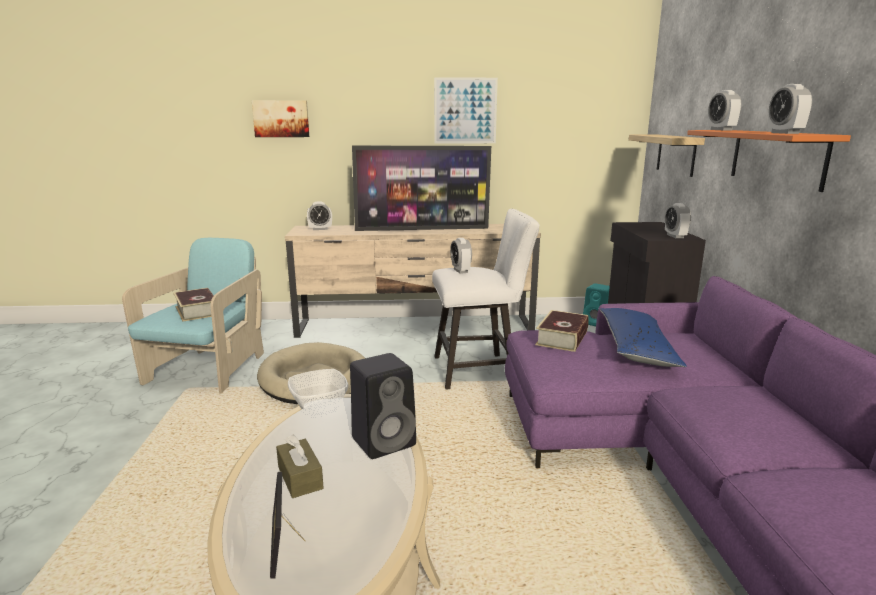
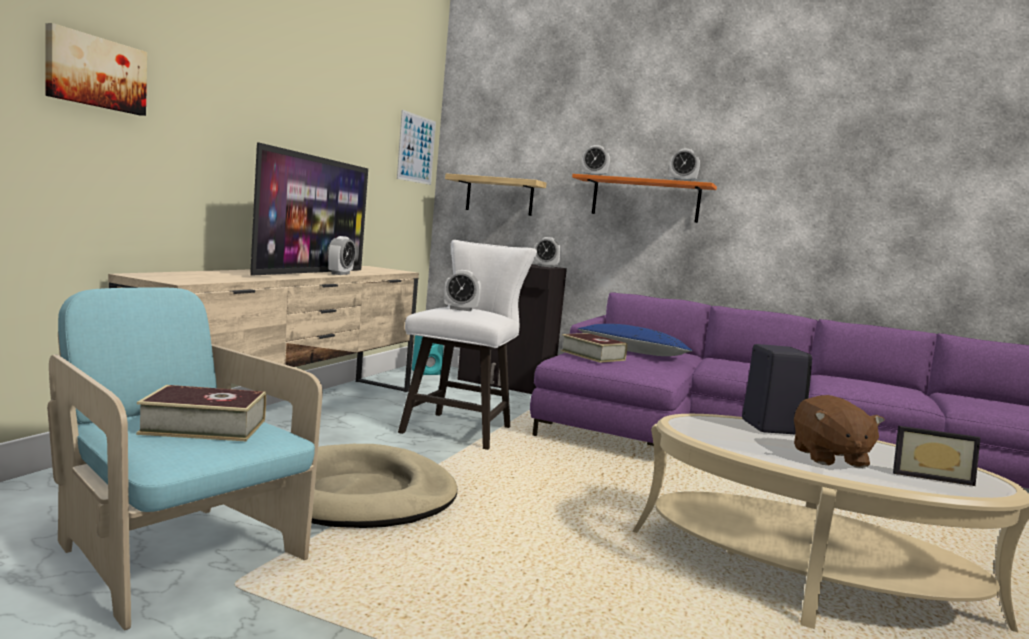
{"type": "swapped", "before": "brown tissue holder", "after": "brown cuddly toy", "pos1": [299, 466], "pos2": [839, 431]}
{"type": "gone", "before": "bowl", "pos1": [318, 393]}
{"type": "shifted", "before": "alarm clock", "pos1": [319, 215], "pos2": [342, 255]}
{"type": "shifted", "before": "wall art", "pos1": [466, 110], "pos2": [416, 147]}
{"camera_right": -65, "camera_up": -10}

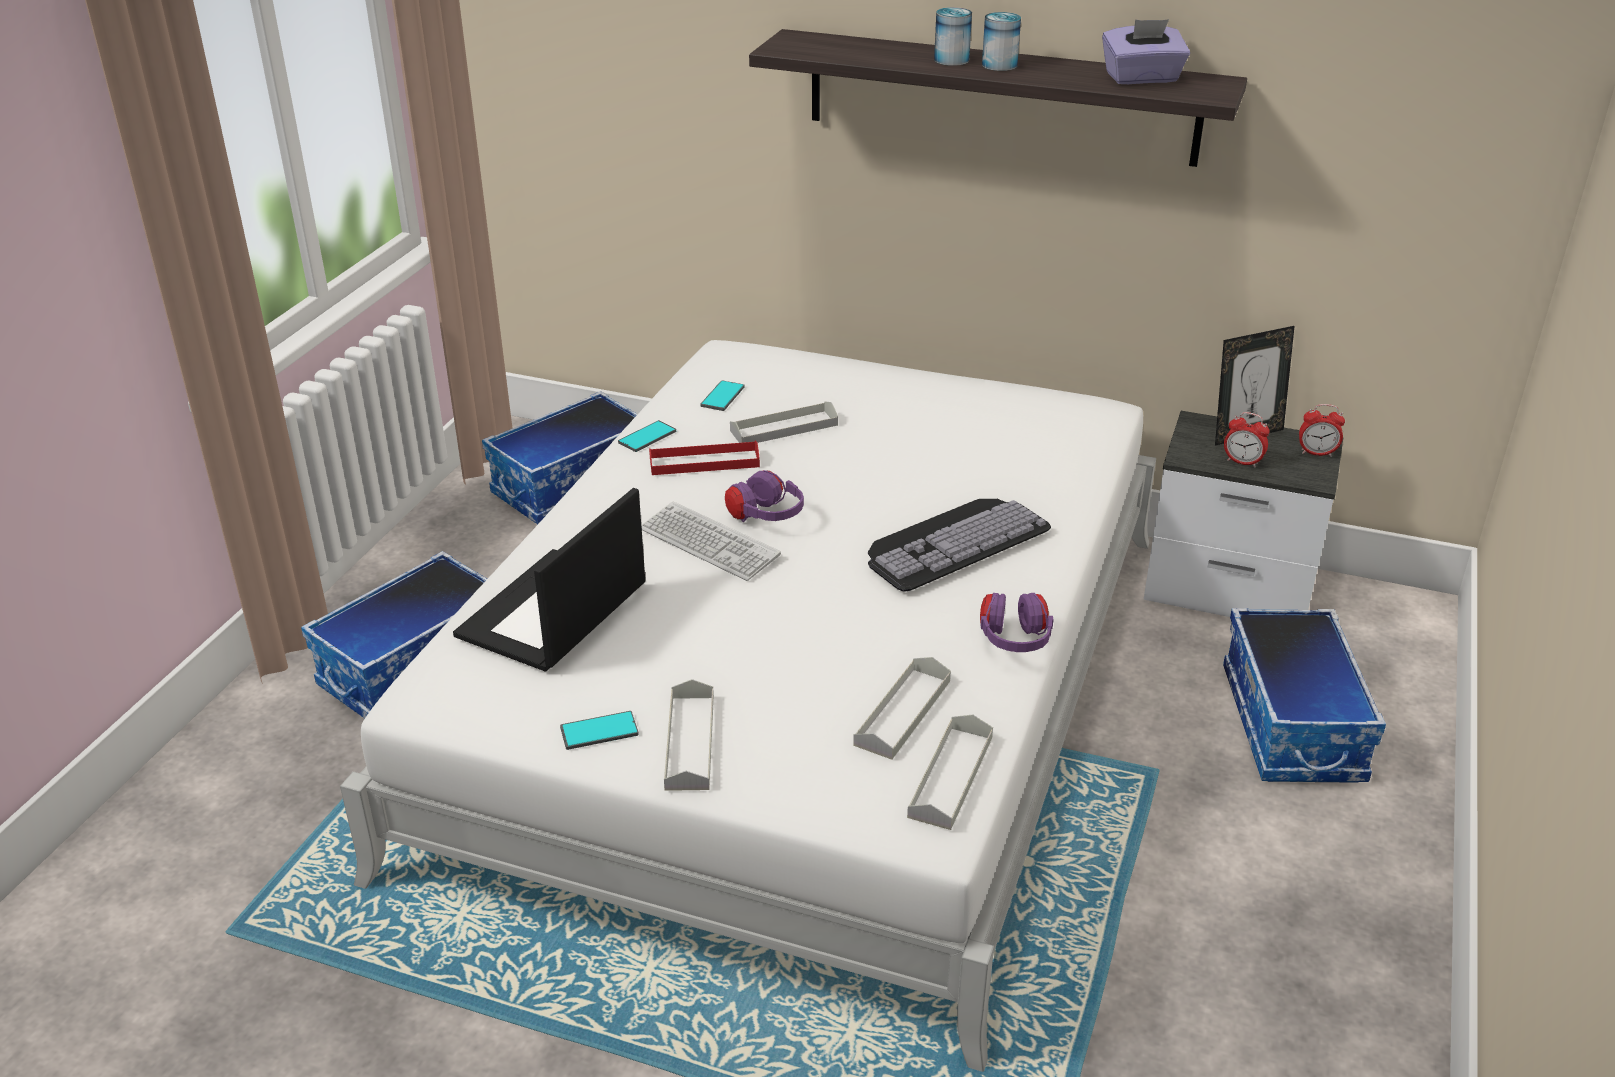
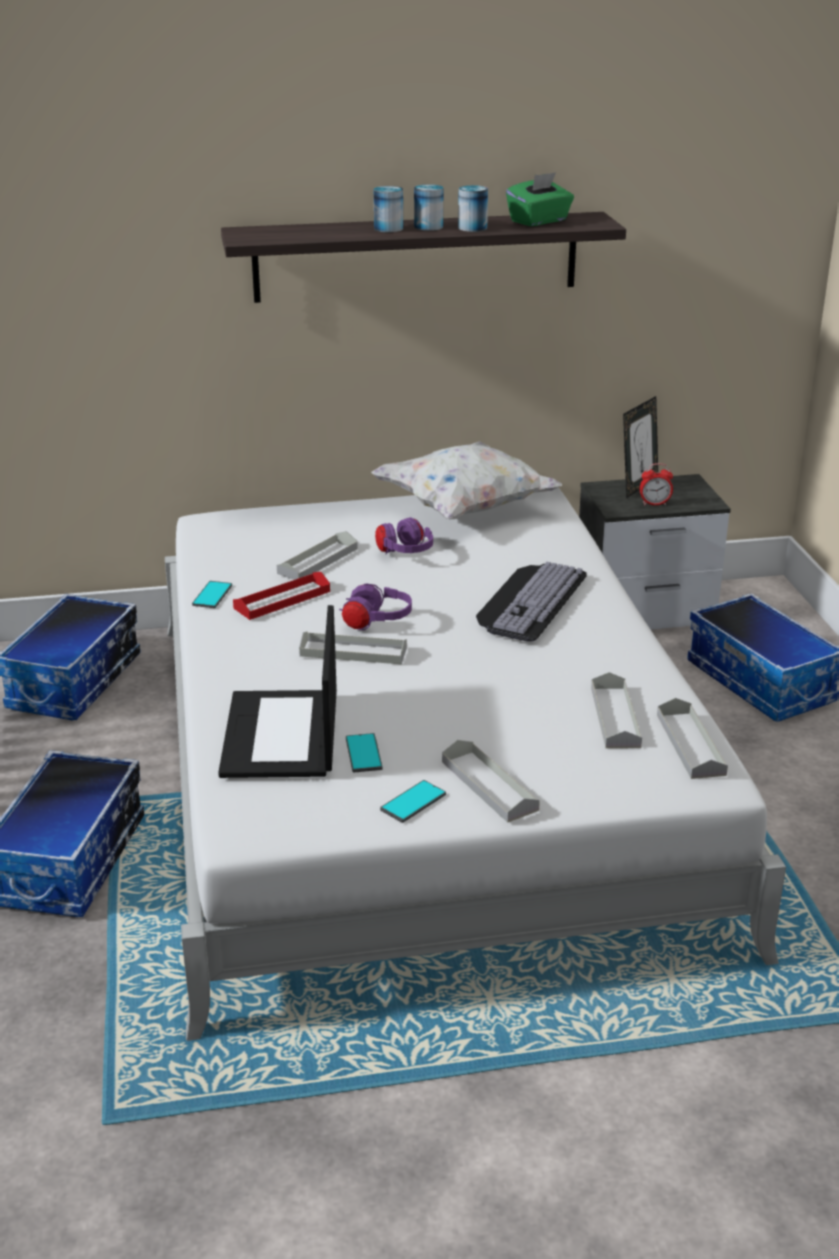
{"type": "swapped", "before": "computer keyboard", "after": "grey carrying tray", "pos1": [711, 541], "pos2": [353, 648]}
{"type": "shifted", "before": "phone", "pos1": [722, 395], "pos2": [364, 752]}
{"type": "shifted", "before": "purple headphones", "pos1": [1017, 622], "pos2": [404, 535]}
{"type": "repainted", "before": "purple tissue holder", "after": "green tissue holder", "pos1": [1146, 51], "pos2": [540, 199]}
{"type": "gone", "before": "alarm clock", "pos1": [1322, 430]}
{"type": "new", "after": "white pillow", "pos2": [466, 480]}
{"type": "new", "after": "metal can", "pos2": [473, 208]}
{"camera_right": -30, "camera_up": -5}

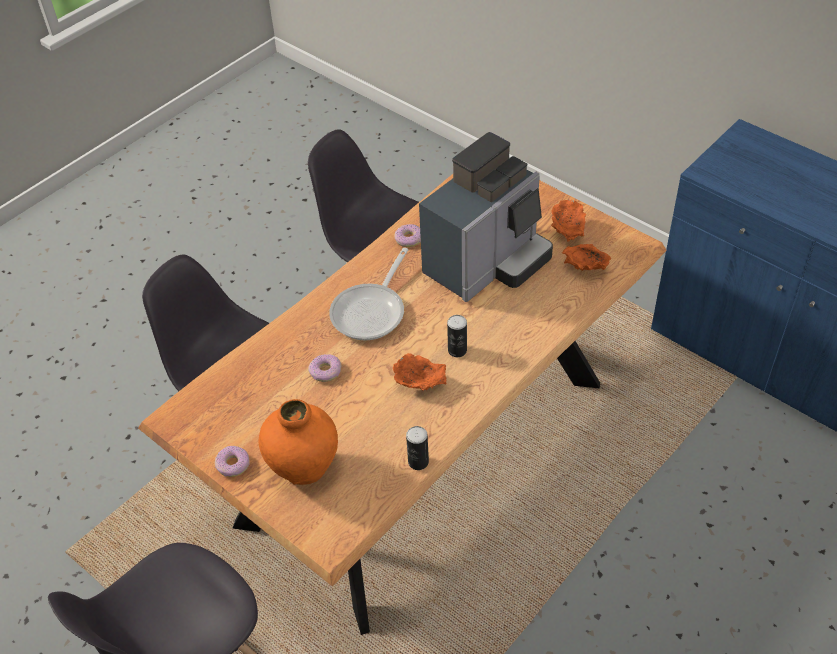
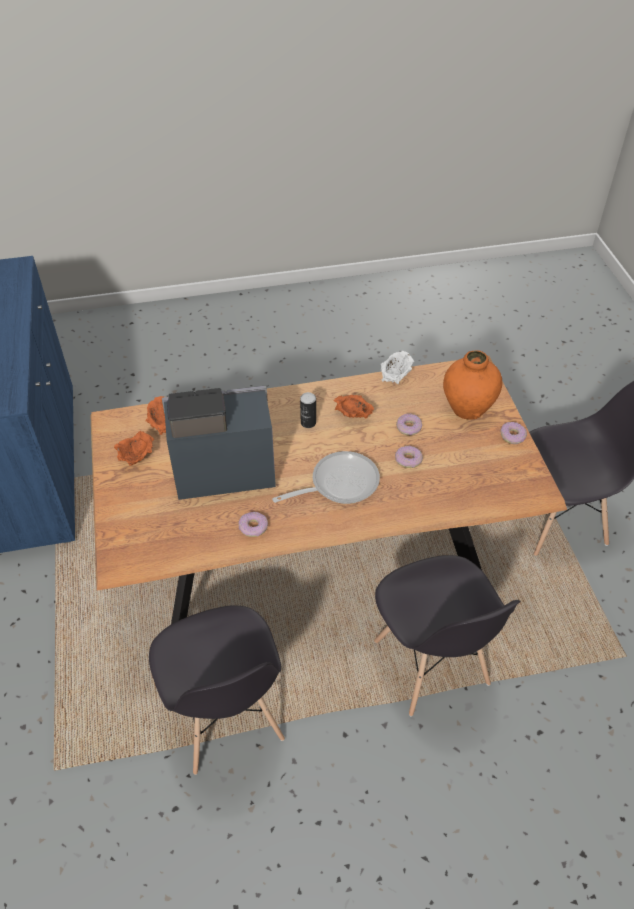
{"type": "swapped", "before": "metal can", "after": "white bowl", "pos1": [417, 448], "pos2": [397, 367]}
{"type": "new", "after": "ring doughnut", "pos2": [409, 424]}
{"camera_right": -145, "camera_up": 0}

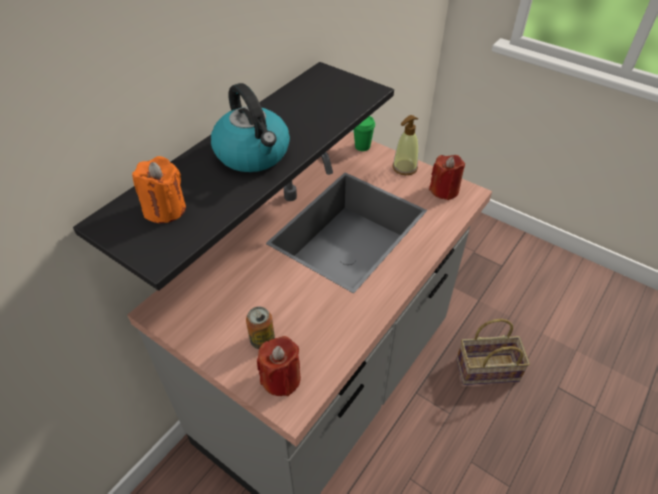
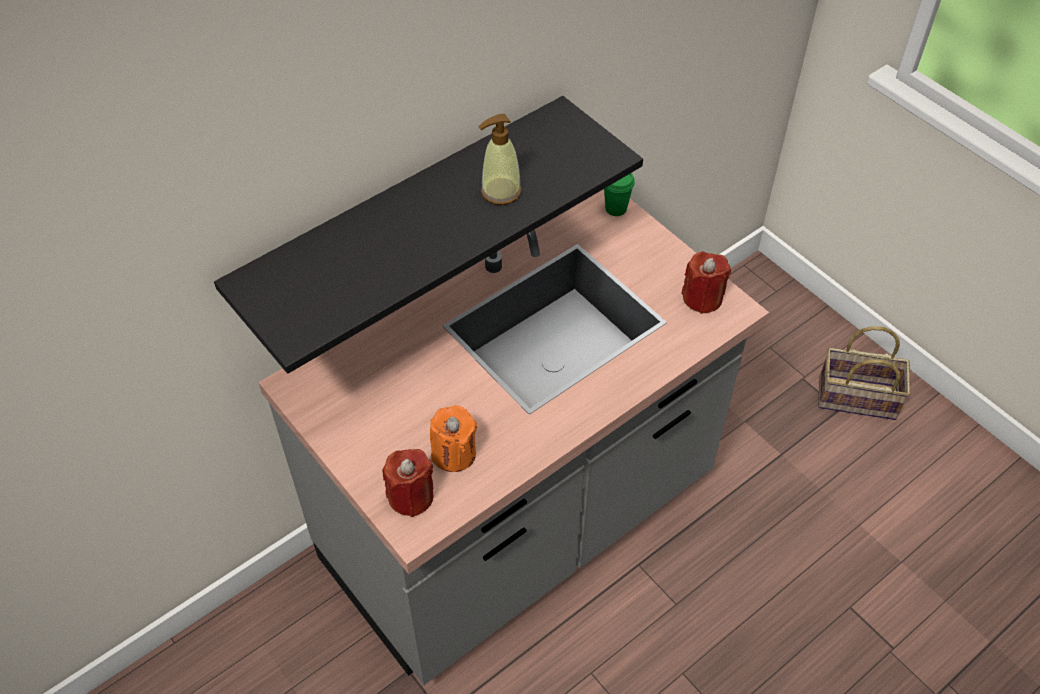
{"type": "shifted", "before": "orange candle", "pos1": [159, 189], "pos2": [453, 438]}
{"type": "gone", "before": "kettle", "pos1": [250, 127]}
{"type": "gone", "before": "metal can", "pos1": [260, 328]}
{"type": "shifted", "before": "soap dispenser", "pos1": [405, 145], "pos2": [500, 159]}
{"type": "shifted", "before": "basket", "pos1": [493, 352], "pos2": [864, 373]}
{"camera_right": 15, "camera_up": 5}

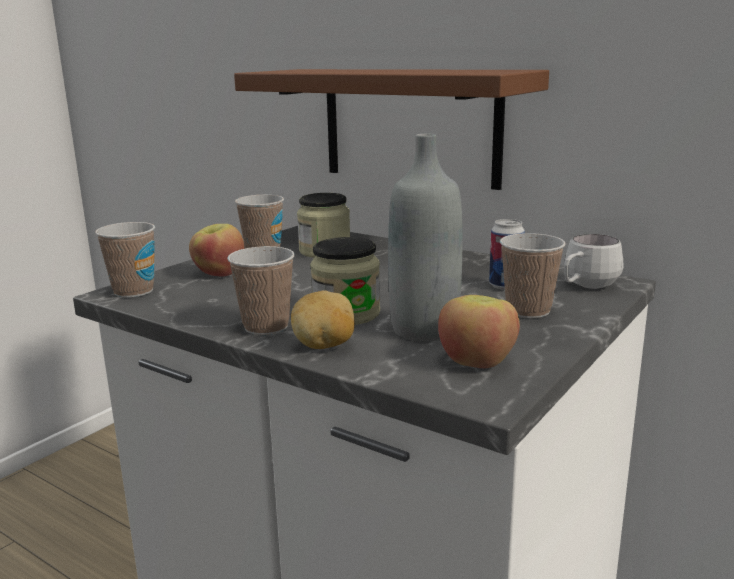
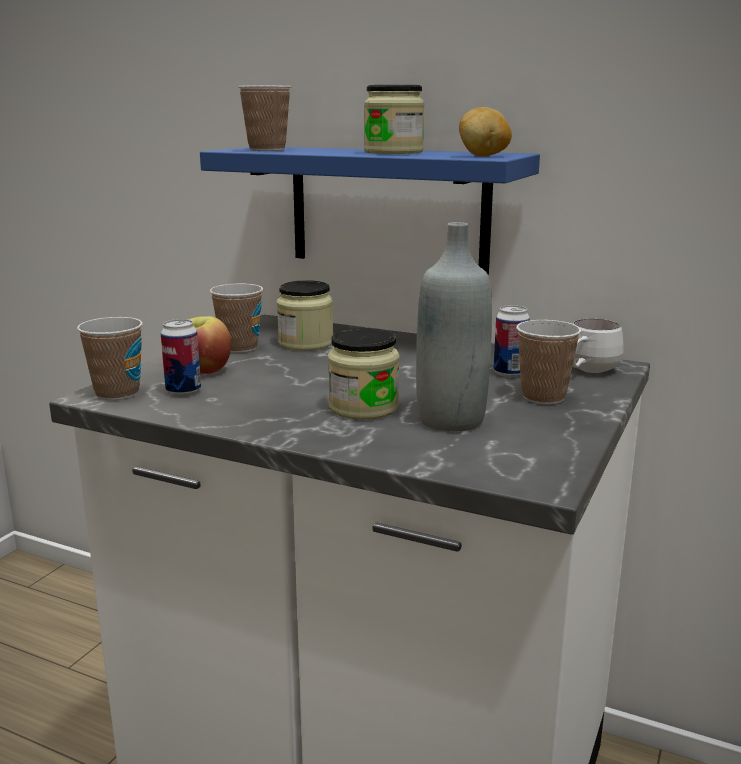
{"type": "shifted", "before": "cup", "pos1": [261, 290], "pos2": [264, 118]}
{"type": "repainted", "before": "brown wall shelf", "after": "blue-coloured wall shelf", "pos1": [391, 129], "pos2": [370, 211]}
{"type": "shifted", "before": "spud", "pos1": [323, 319], "pos2": [485, 131]}
{"type": "gone", "before": "apple", "pos1": [479, 331]}
{"type": "new", "after": "metal can", "pos2": [181, 357]}
{"type": "new", "after": "jar", "pos2": [394, 119]}
{"camera_right": -10, "camera_up": 0}

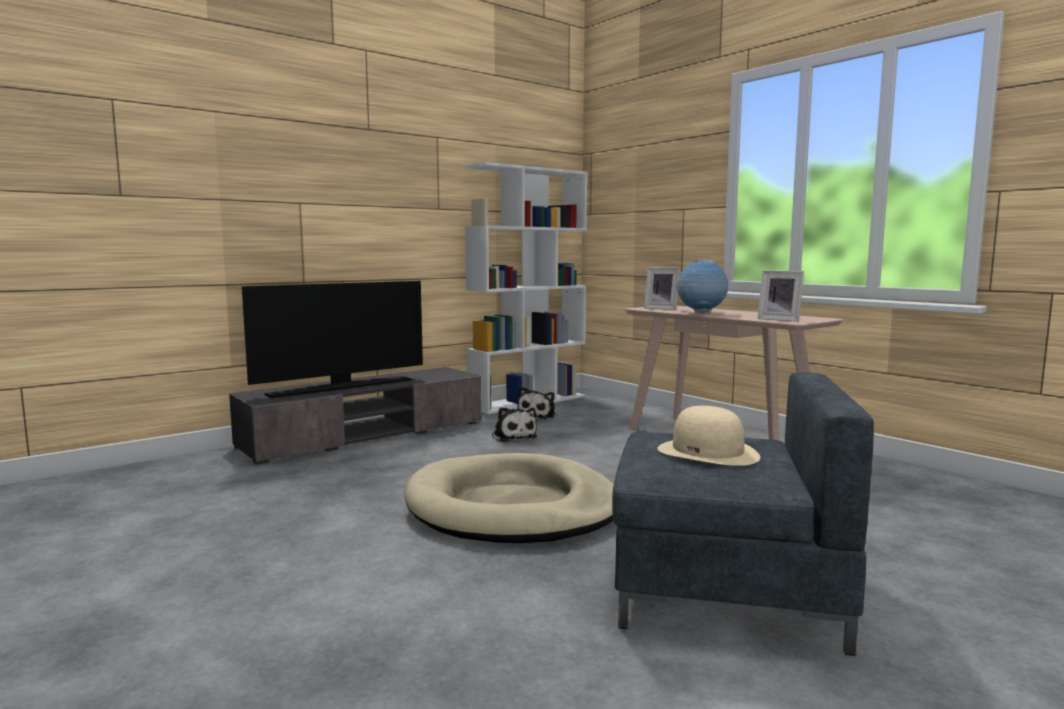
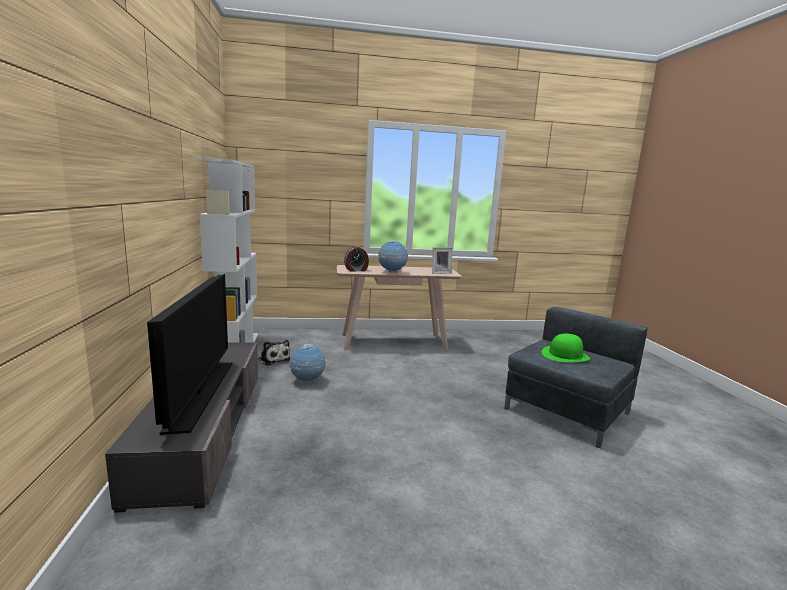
{"type": "gone", "before": "beige pet bed", "pos1": [509, 498]}
{"type": "swapped", "before": "cuddly toy", "after": "world globe", "pos1": [514, 424], "pos2": [308, 363]}
{"type": "swapped", "before": "picture frame", "after": "alarm clock", "pos1": [662, 288], "pos2": [356, 259]}
{"type": "repainted", "before": "beige hat", "after": "green hat", "pos1": [708, 436], "pos2": [566, 348]}
{"camera_right": -60, "camera_up": 5}

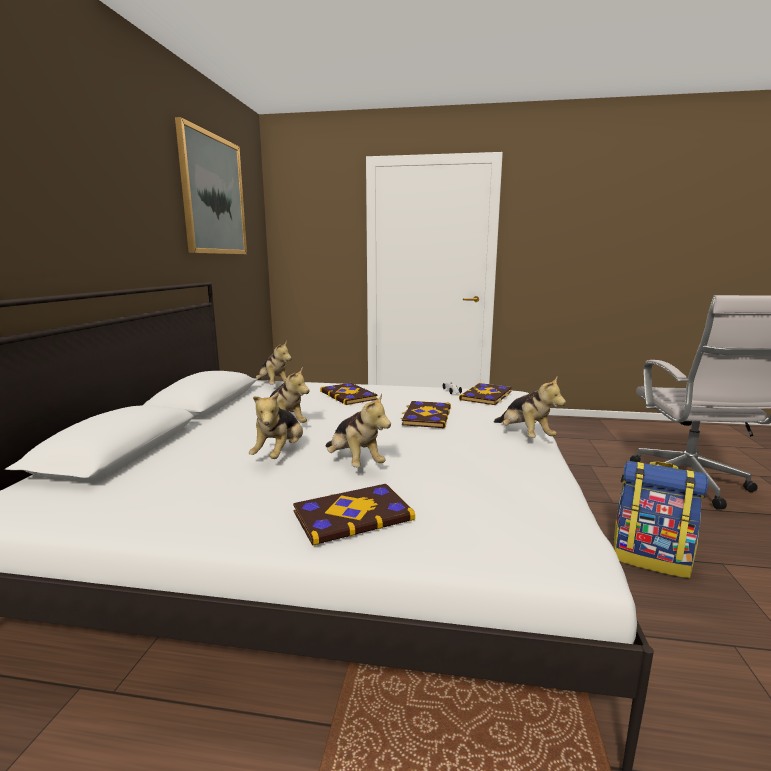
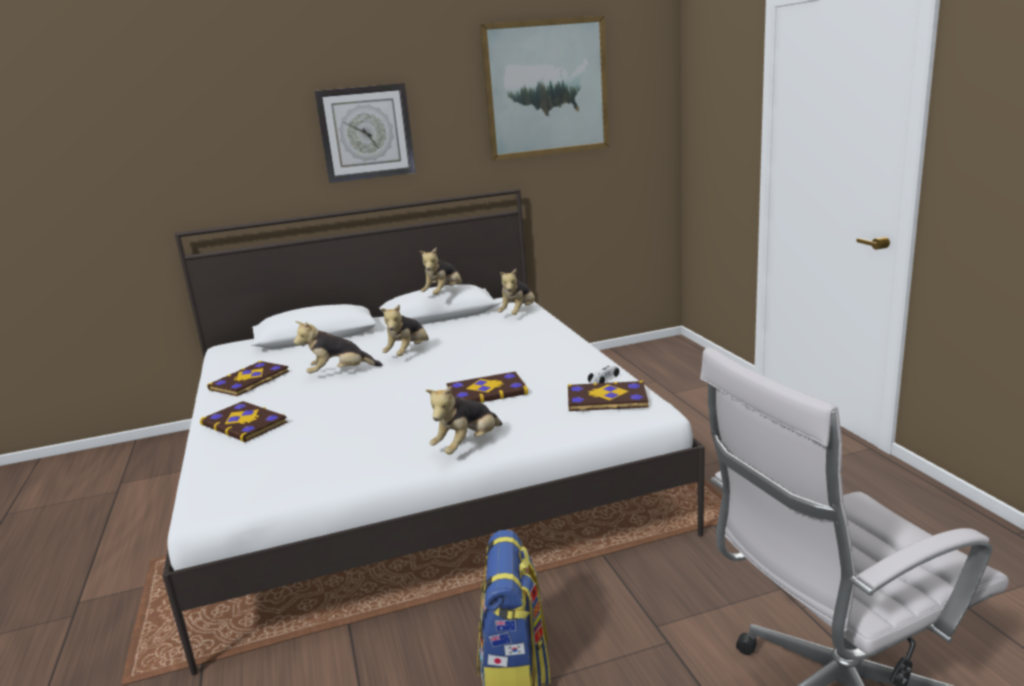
{"type": "shifted", "before": "volume", "pos1": [349, 394], "pos2": [248, 378]}
{"type": "shifted", "before": "cuddly toy", "pos1": [358, 430], "pos2": [441, 271]}
{"type": "new", "after": "wall clock", "pos2": [365, 133]}
{"camera_right": 65, "camera_up": 5}

